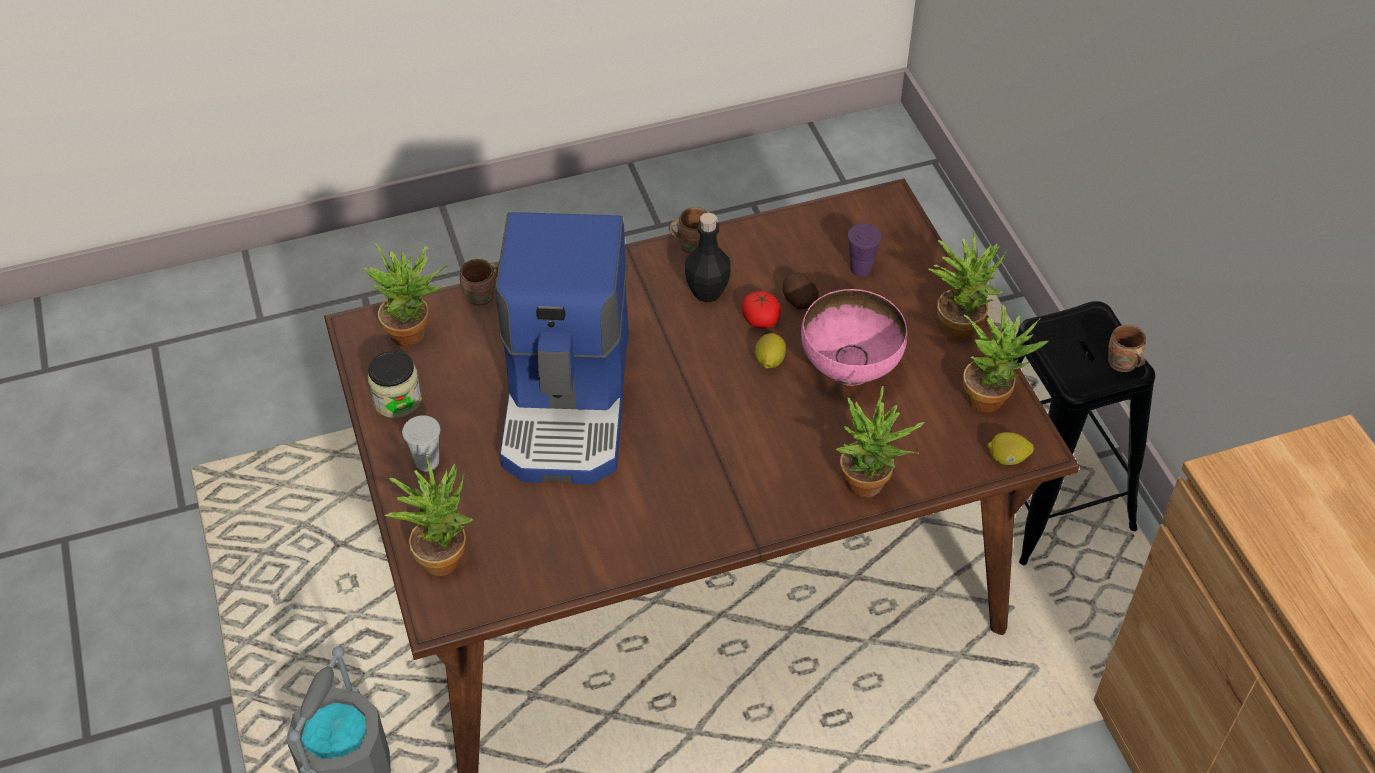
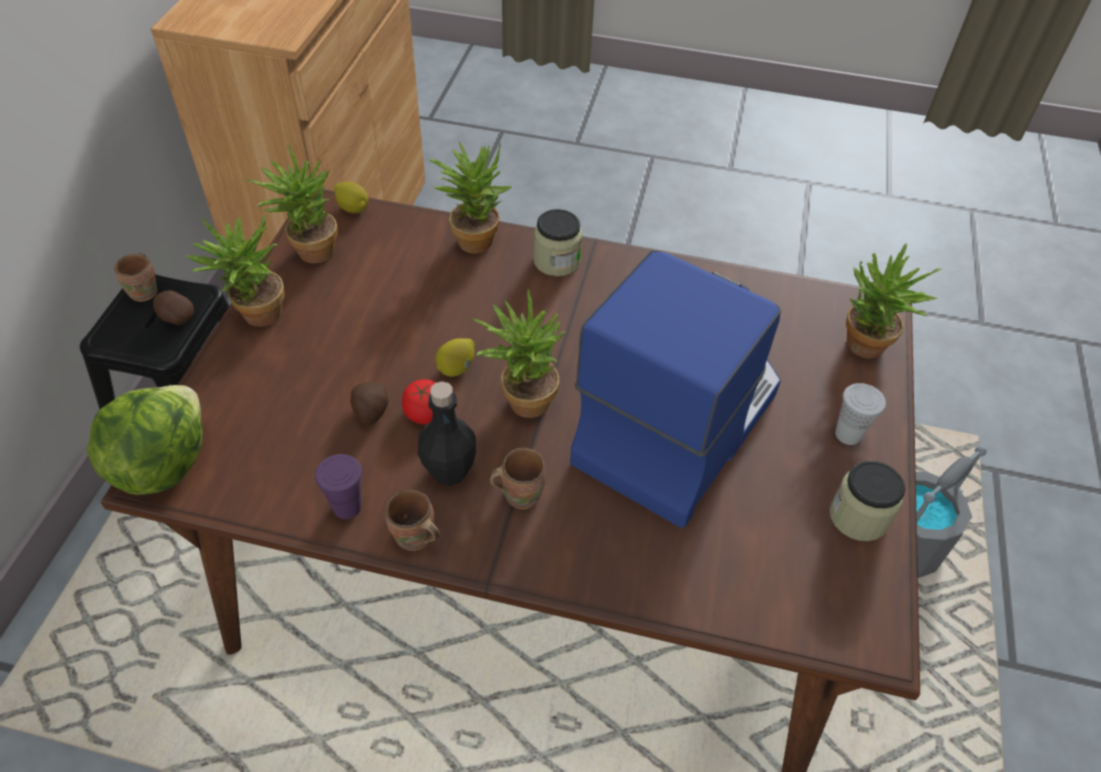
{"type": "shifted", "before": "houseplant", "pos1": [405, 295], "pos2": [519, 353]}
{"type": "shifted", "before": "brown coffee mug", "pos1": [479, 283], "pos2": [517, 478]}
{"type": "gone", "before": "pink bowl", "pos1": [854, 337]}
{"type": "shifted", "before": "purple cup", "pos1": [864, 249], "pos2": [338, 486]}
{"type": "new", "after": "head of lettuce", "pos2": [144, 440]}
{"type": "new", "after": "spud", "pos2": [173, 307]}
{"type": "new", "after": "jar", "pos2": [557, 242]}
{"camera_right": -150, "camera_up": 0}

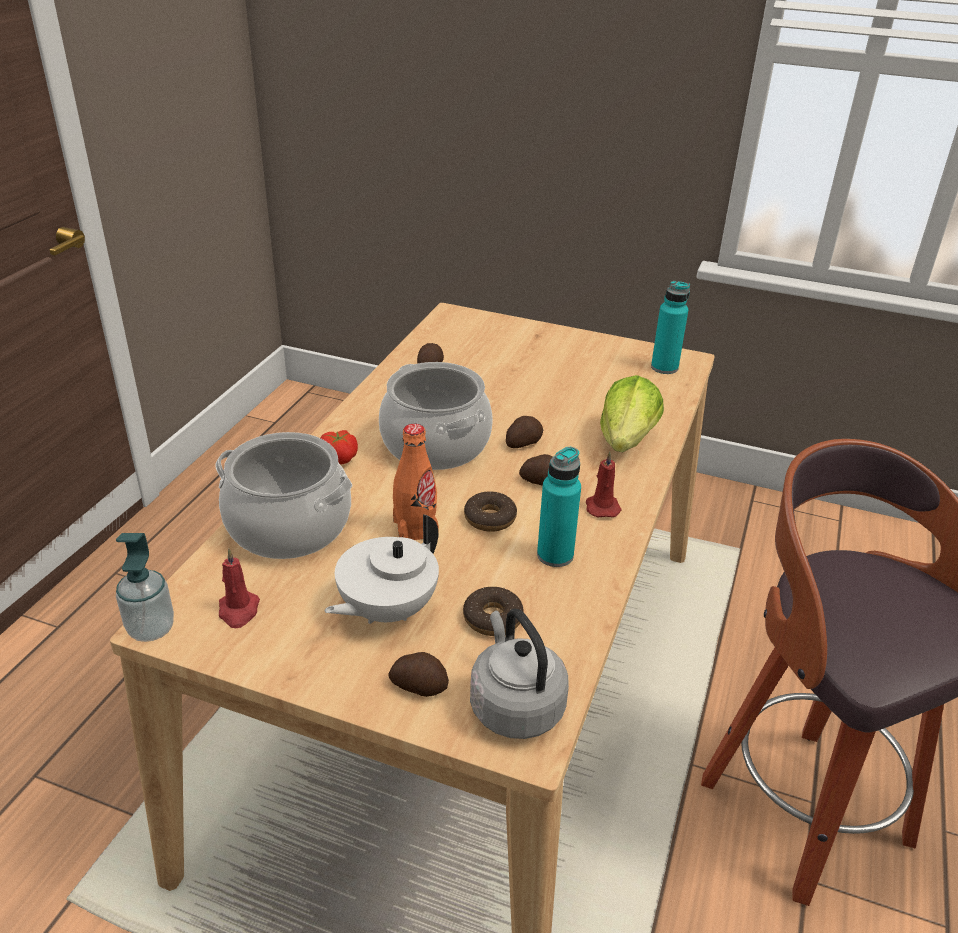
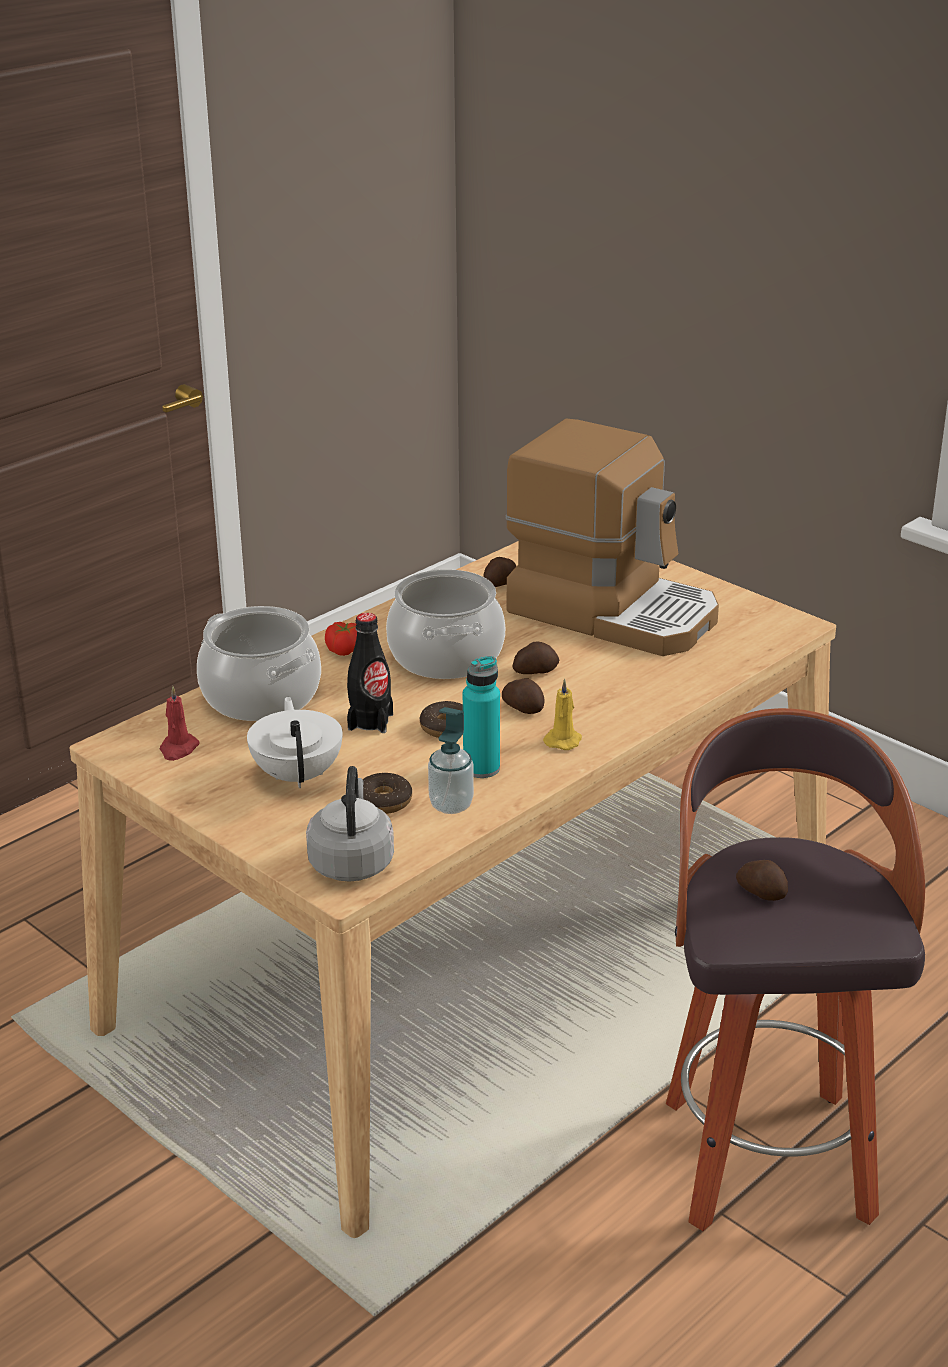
{"type": "shifted", "before": "soap dispenser", "pos1": [145, 587], "pos2": [451, 760]}
{"type": "rotated", "before": "white teapot", "pos1": [382, 569], "pos2": [294, 742], "turn": 105}
{"type": "shifted", "before": "spud", "pos1": [419, 674], "pos2": [762, 880]}
{"type": "repainted", "before": "orange drink bottle", "after": "blackish drink bottle", "pos1": [416, 482], "pos2": [370, 673]}
{"type": "repainted", "before": "red candle", "after": "yellow-coloured candle", "pos1": [604, 484], "pos2": [562, 714]}
{"type": "gone", "before": "head of lettuce", "pos1": [632, 413]}
{"type": "gone", "before": "blue-green drink bottle", "pos1": [670, 327]}
{"type": "new", "after": "coffee maker", "pos2": [612, 537]}
{"camera_right": 25, "camera_up": -5}

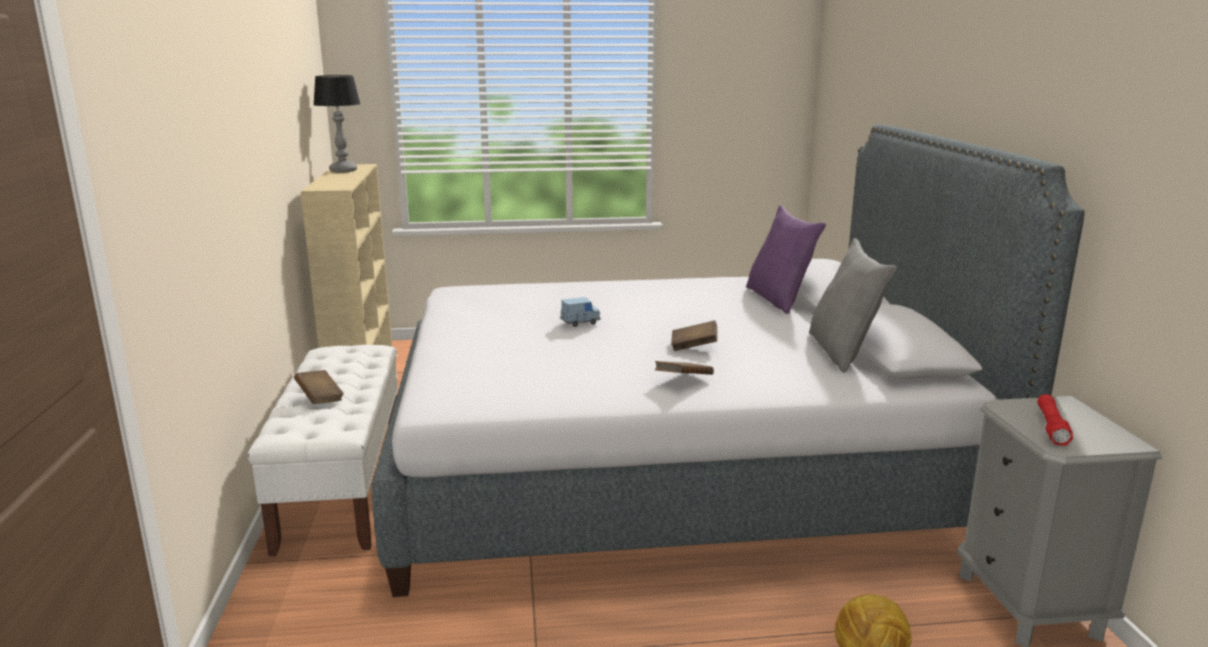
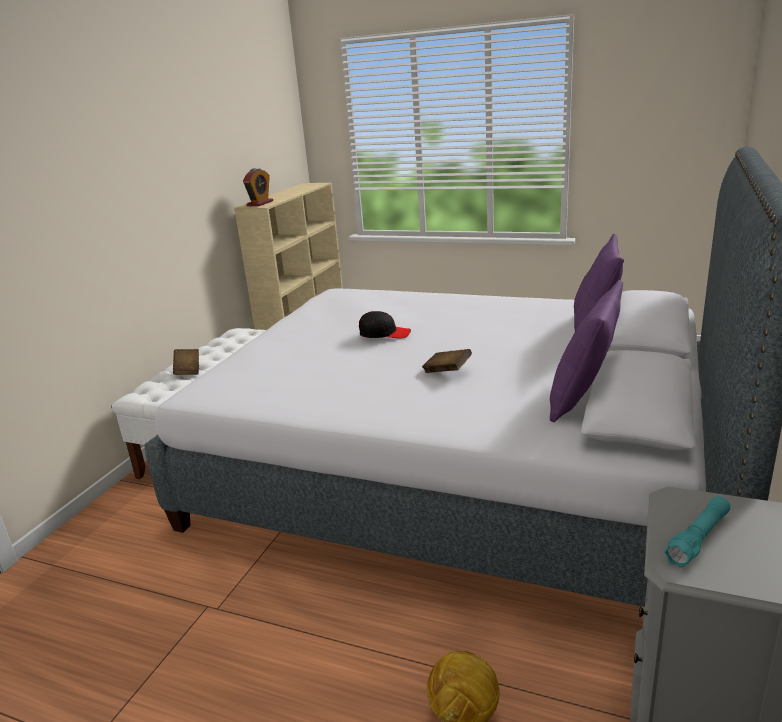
{"type": "gone", "before": "table lamp", "pos1": [336, 124]}
{"type": "swapped", "before": "blue-coloured model car", "after": "blackish baseball cap", "pos1": [581, 312], "pos2": [385, 325]}
{"type": "gone", "before": "brown volume", "pos1": [684, 368]}
{"type": "repainted", "before": "grey pillow", "after": "purple pillow", "pos1": [853, 305], "pos2": [586, 351]}
{"type": "repainted", "before": "red torch", "after": "blue-green torch", "pos1": [1055, 420], "pos2": [697, 532]}
{"type": "new", "after": "alarm clock", "pos2": [258, 187]}
{"camera_right": 30, "camera_up": 5}

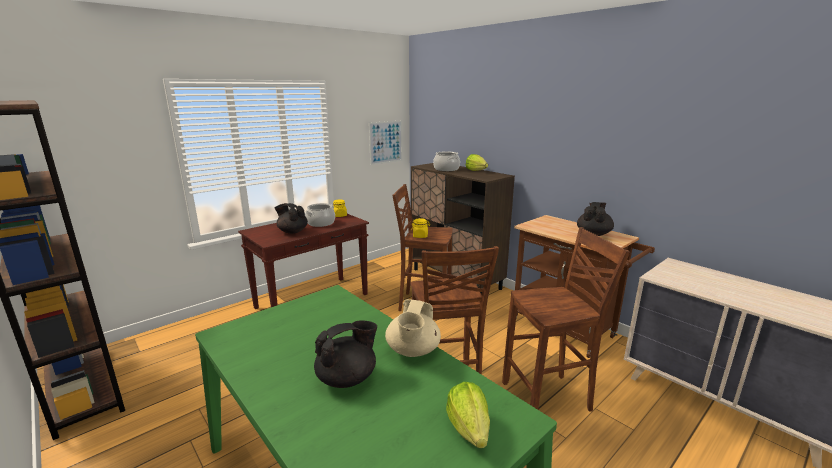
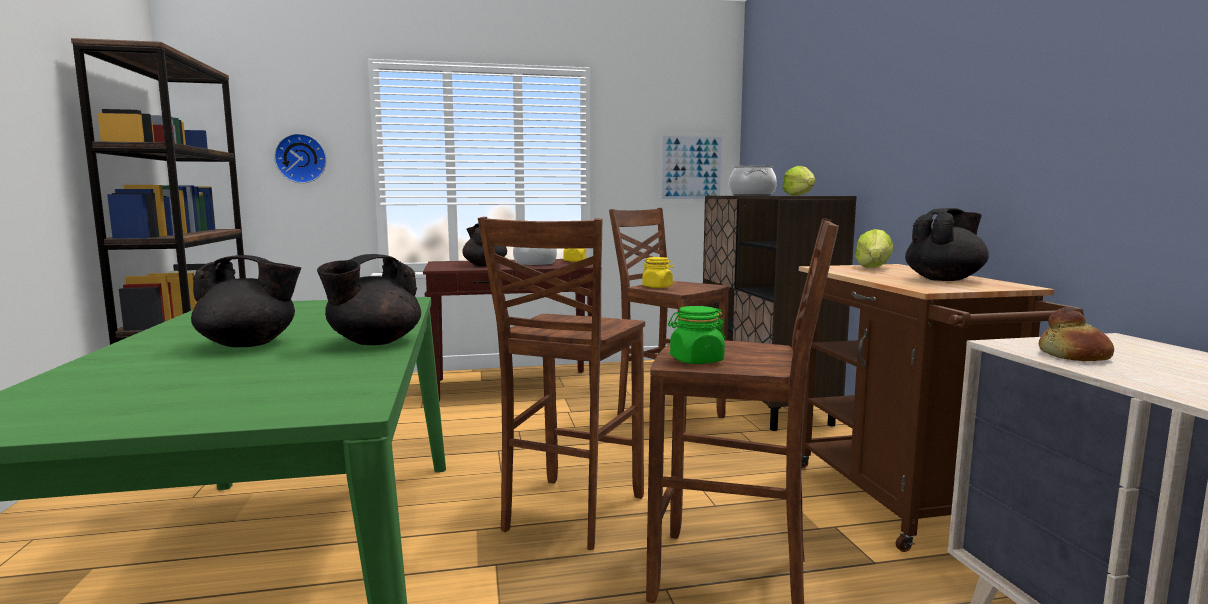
{"type": "repainted", "before": "beige teapot", "after": "blackish teapot", "pos1": [413, 328], "pos2": [369, 299]}
{"type": "shifted", "before": "head of lettuce", "pos1": [468, 415], "pos2": [874, 248]}
{"type": "new", "after": "wall clock", "pos2": [300, 158]}
{"type": "new", "after": "green jar", "pos2": [696, 335]}
{"type": "new", "after": "bread", "pos2": [1076, 334]}
{"camera_right": 30, "camera_up": -10}

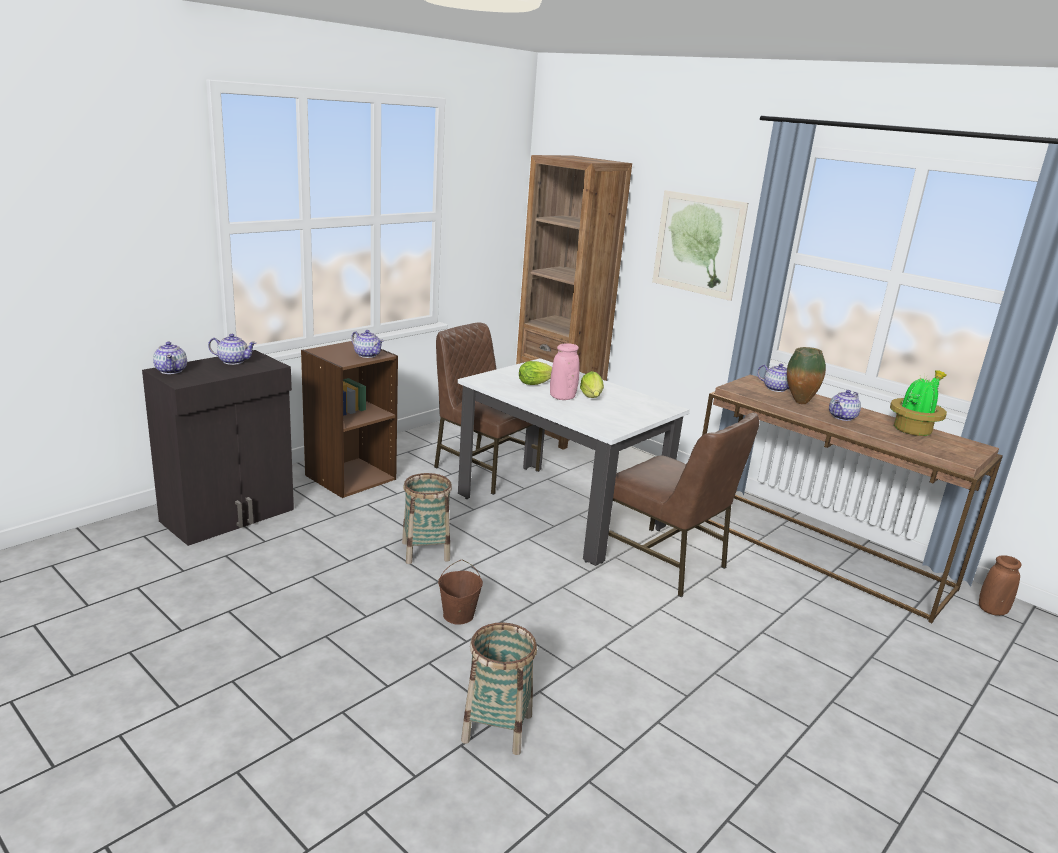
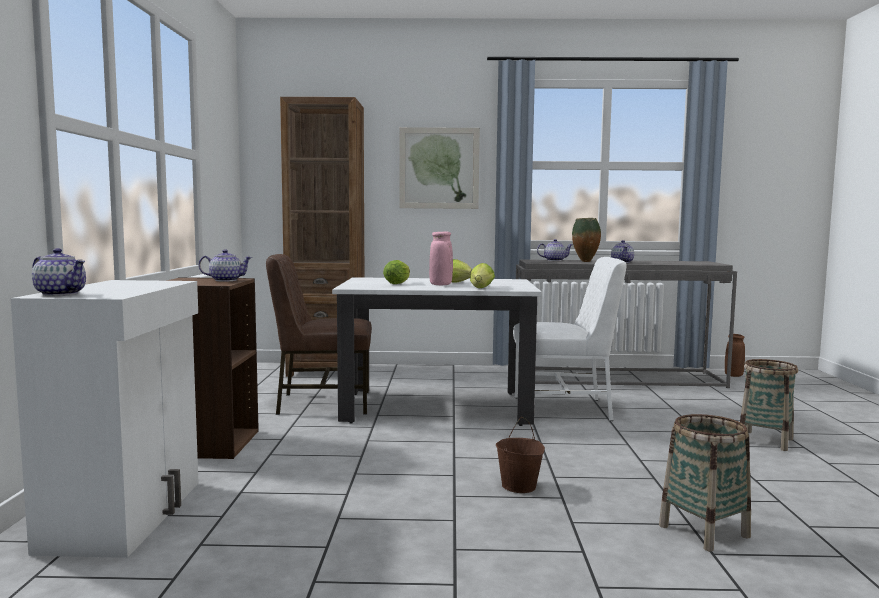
{"type": "repainted", "before": "blackish cabinet", "after": "white cabinet", "pos1": [218, 448], "pos2": [105, 419]}
{"type": "gone", "before": "teapot", "pos1": [232, 349]}
{"type": "shifted", "before": "basket", "pos1": [427, 518], "pos2": [769, 405]}
{"type": "repainted", "before": "brown upright chair", "after": "white upright chair", "pos1": [684, 505], "pos2": [570, 339]}
{"type": "repainted", "before": "brown narrow table", "after": "grey narrow table", "pos1": [852, 499], "pos2": [626, 323]}
{"type": "gone", "before": "houseplant", "pos1": [918, 403]}
{"type": "new", "after": "head of lettuce", "pos2": [482, 275]}
{"camera_right": -40, "camera_up": -15}

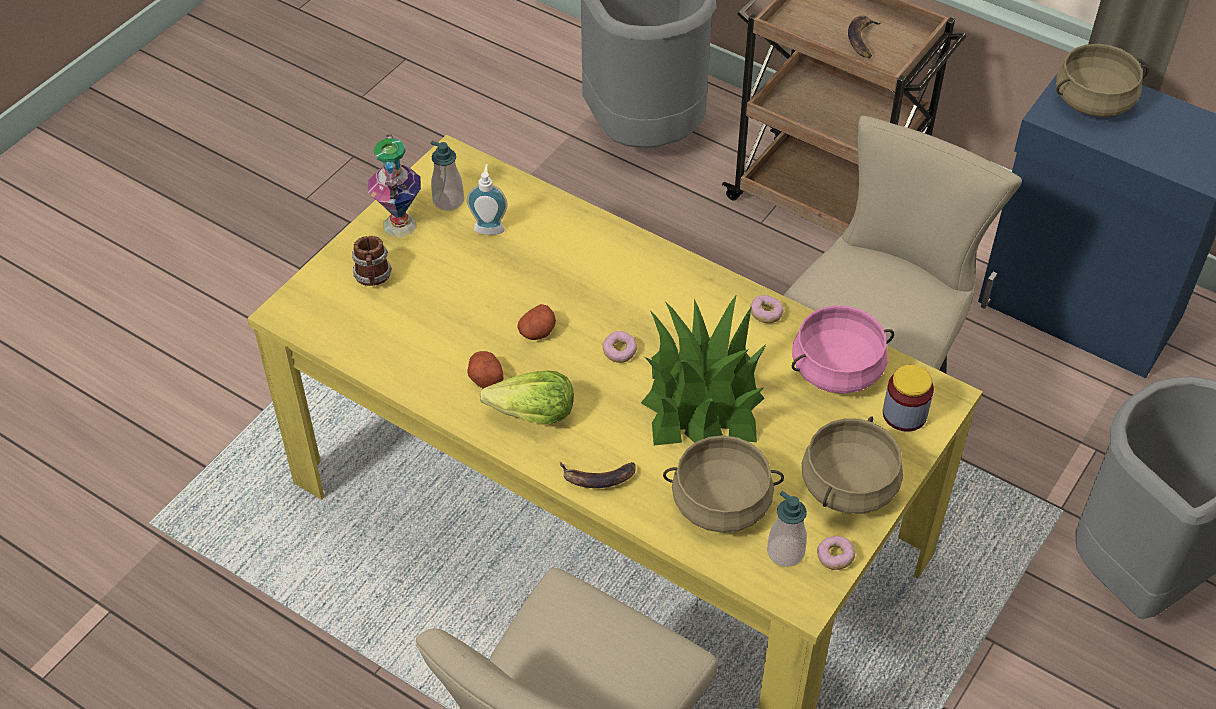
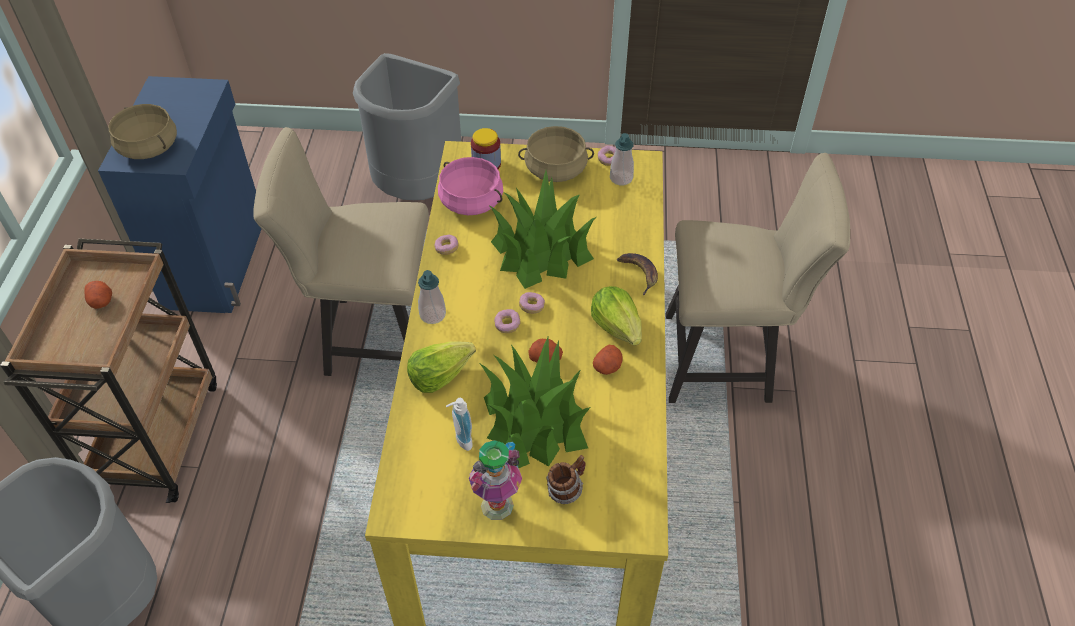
{"type": "shifted", "before": "soap dispenser", "pos1": [447, 176], "pos2": [432, 297]}
{"type": "gone", "before": "beige stockpot", "pos1": [723, 484]}
{"type": "swapped", "before": "banana fruit", "after": "spud", "pos1": [865, 37], "pos2": [98, 295]}
{"type": "new", "after": "head of lettuce", "pos2": [441, 367]}
{"type": "new", "after": "houseplant", "pos2": [535, 402]}
{"type": "new", "after": "ring doughnut", "pos2": [507, 321]}
{"camera_right": -120, "camera_up": 0}

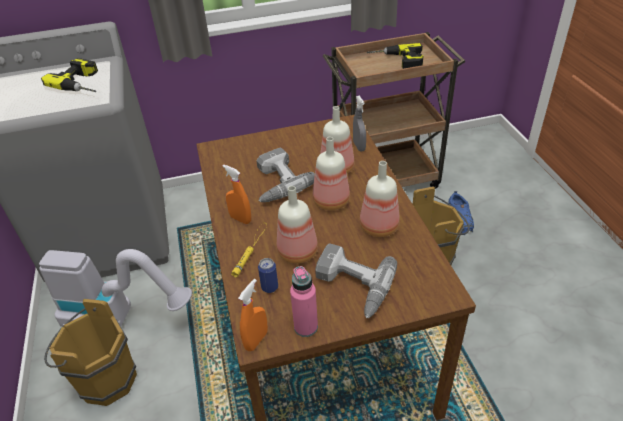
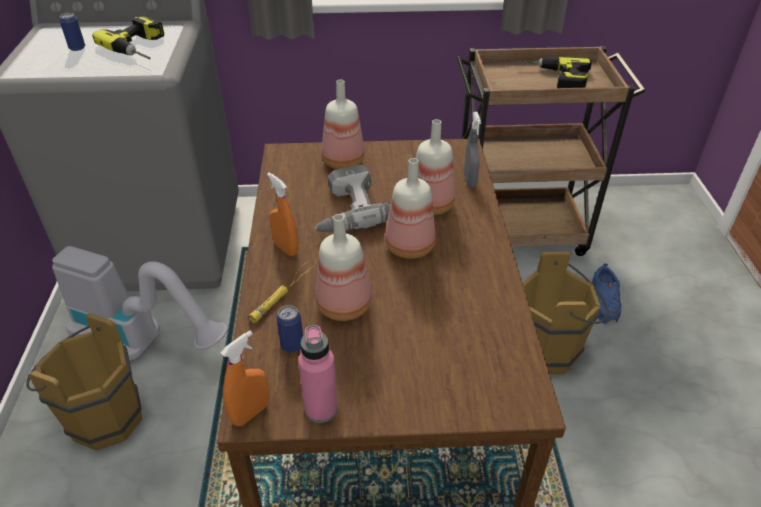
{"type": "gone", "before": "electric drill", "pos1": [356, 280]}
{"type": "shifted", "before": "drink bottle", "pos1": [380, 199], "pos2": [343, 124]}
{"type": "new", "after": "metal can", "pos2": [72, 32]}
{"camera_right": 10, "camera_up": 0}

